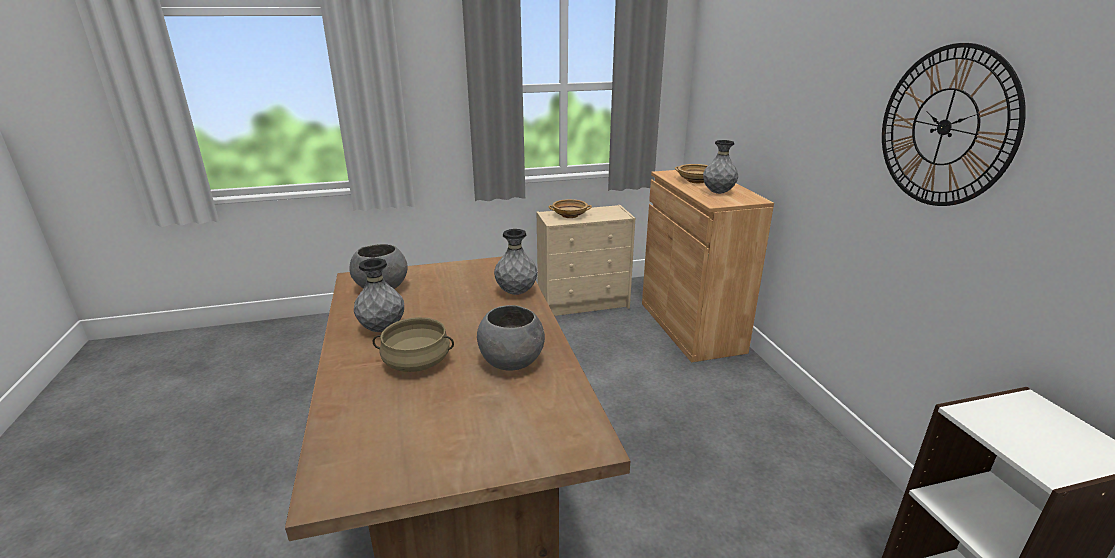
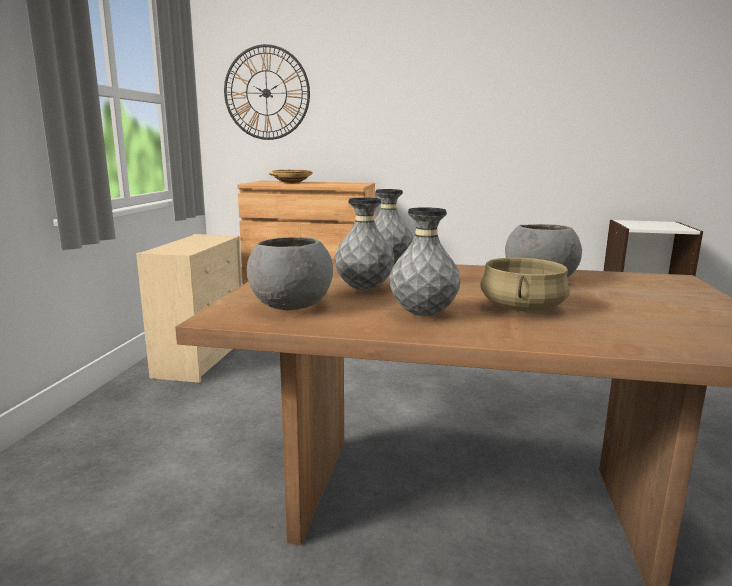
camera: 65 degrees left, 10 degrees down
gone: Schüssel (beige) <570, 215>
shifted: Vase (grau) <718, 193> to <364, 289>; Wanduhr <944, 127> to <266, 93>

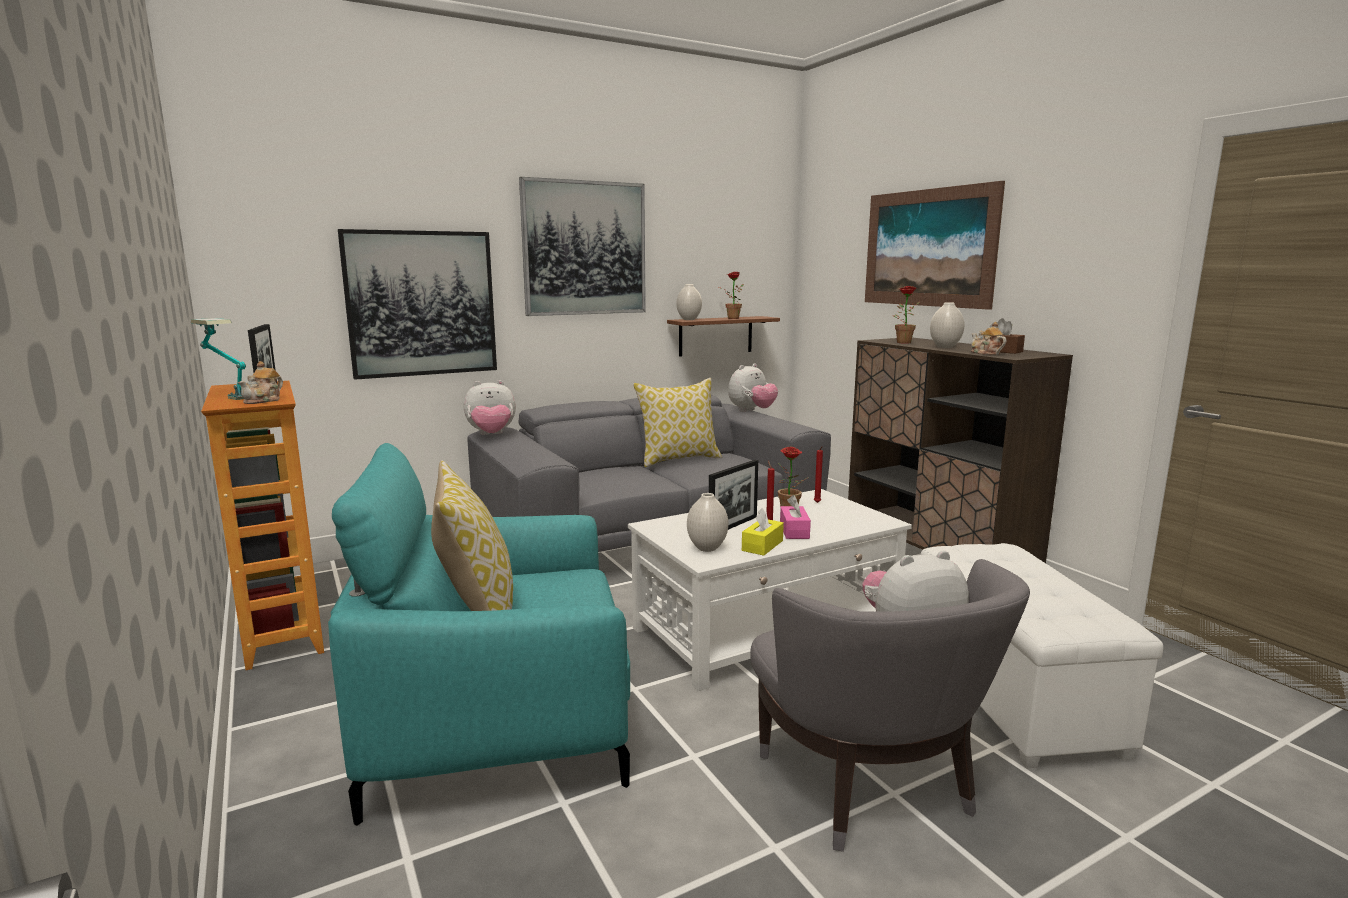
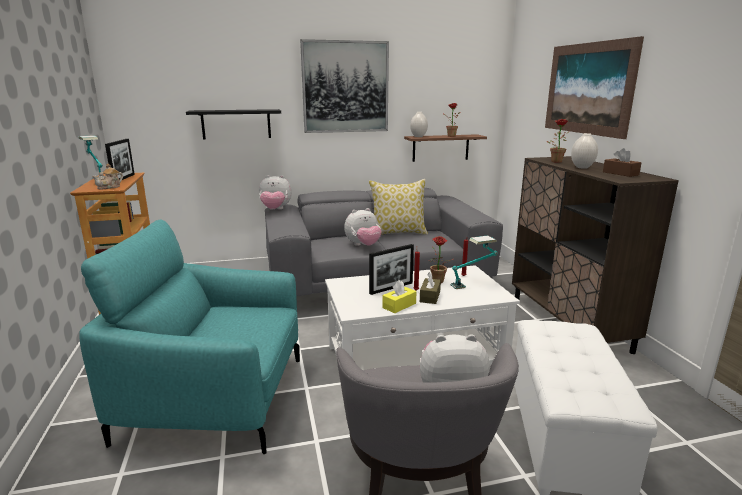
camera: 15 degrees right, 5 degrees up
gone: Kissen <477, 609>; Vase (weiß) <707, 548>; Teekanne <985, 353>
new: Tischlampe <473, 284>
shifted: Plüschtier <751, 411> to <363, 245>
swapped: Bild <421, 304> to Wandregal (schwarz) <236, 124>
repainted: Taschentuchbox (rosa) <794, 531> to Taschentuchbox (braun) <430, 296>

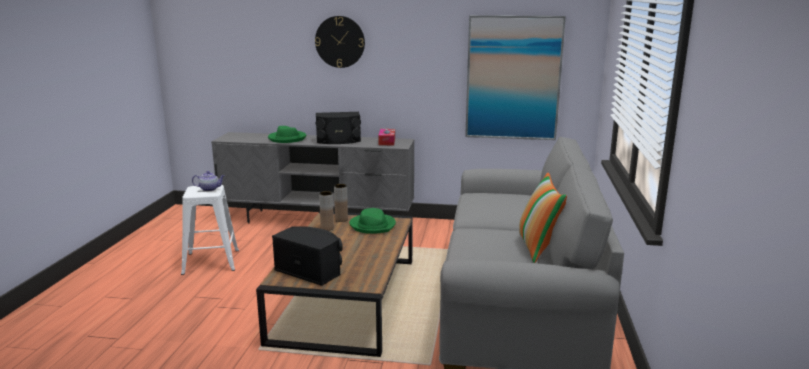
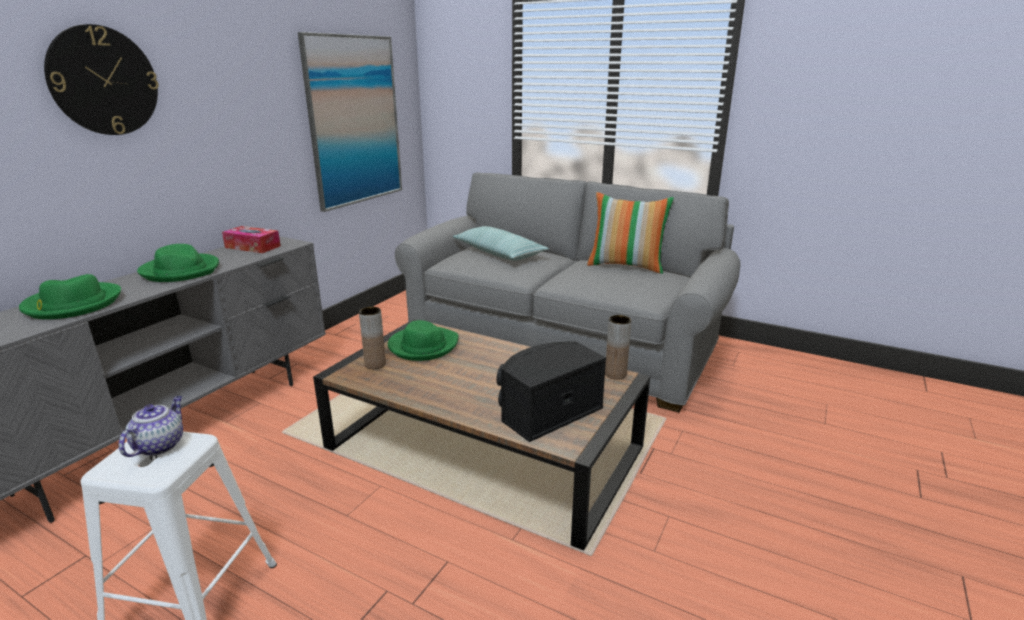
camera: 70 degrees left, 5 degrees up
new: Kissen <499, 253>
shifted: Vase (braun) <327, 228> to <615, 374>
swapped: Lautsprecher (schwarz) <338, 140> to Hut (grün) <181, 271>

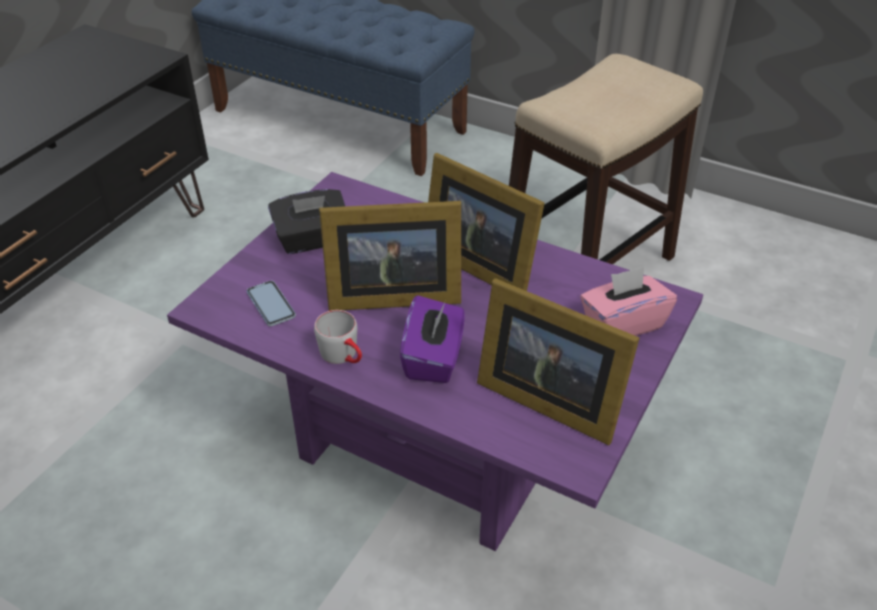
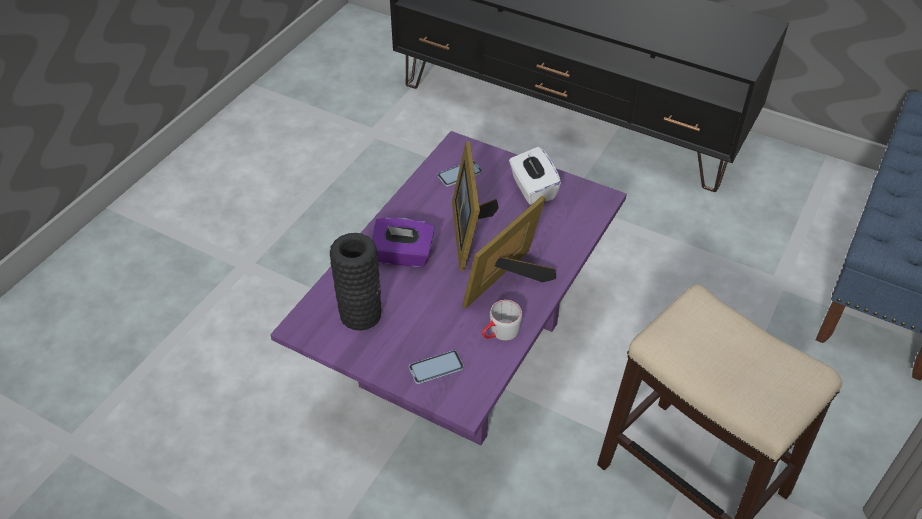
camera: 90 degrees right, 5 degrees up
shifted: Henkelbecher (grau) <344, 356> to <500, 334>
swapped: Bilderrahmen <546, 397> to Vase (schwarz) <361, 314>; Taschentuchbox (rosa) <622, 324> to Handy <436, 368>
repainted: Taschentuchbox (schwarz) <312, 240> to Taschentuchbox (weiß) <532, 189>

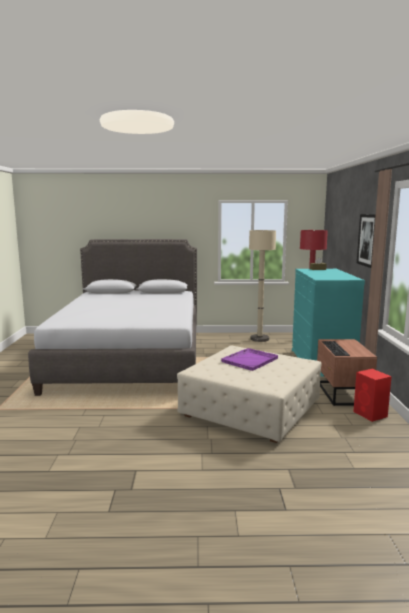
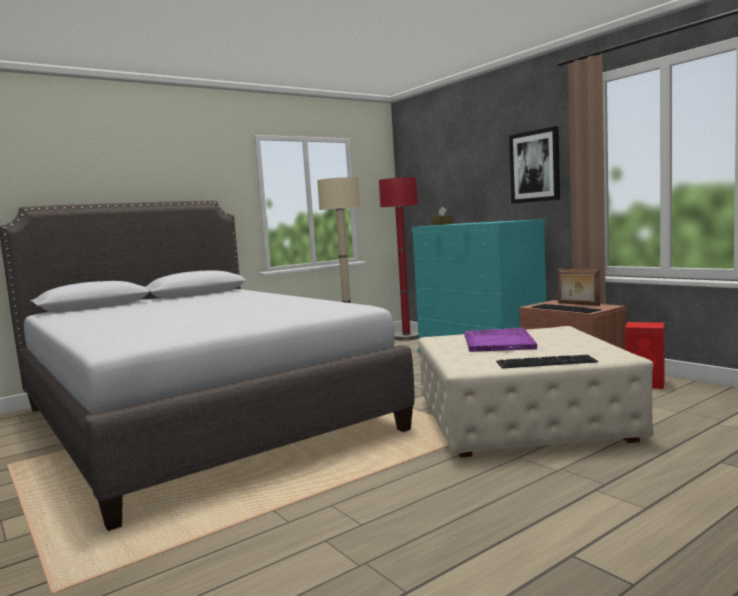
camera: 35 degrees left, 5 degrees down
new: Tastatur <546, 361>; Bilderrahmen <578, 304>

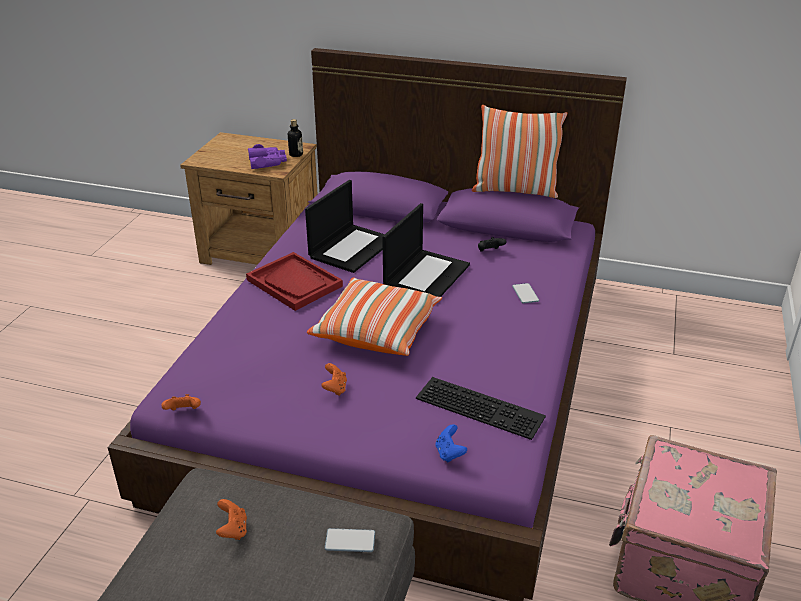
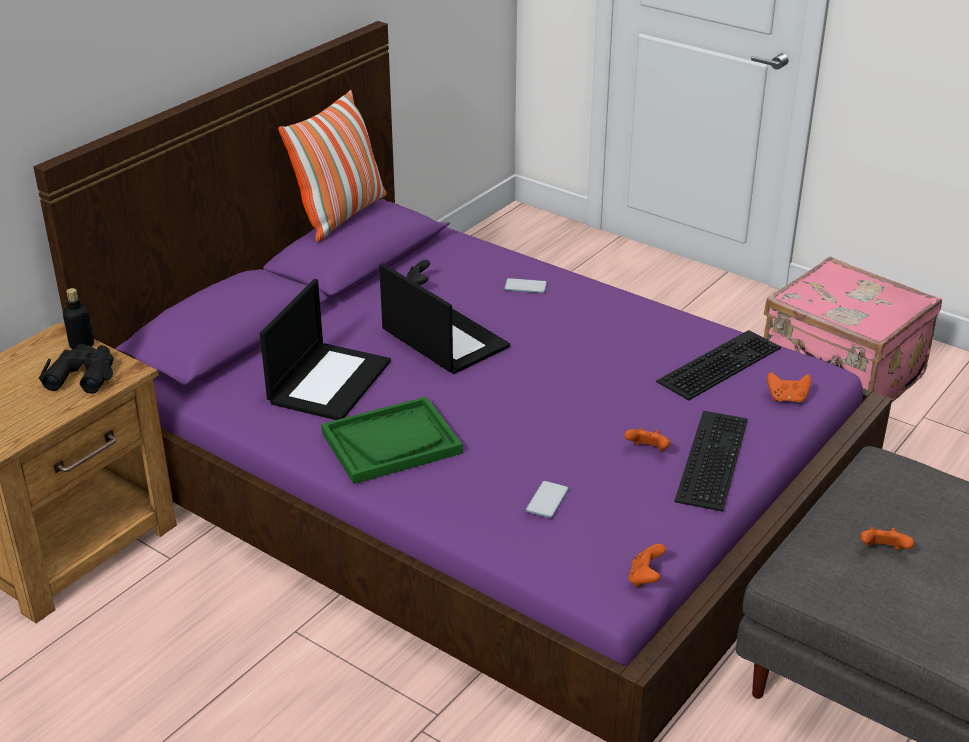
camera: 70 degrees left, 0 degrees up
gone: Kissen <377, 331>
new: Tastatur <709, 458>
shifted: Handy <350, 541> to <547, 500>
repainted: Tablett (rot) <294, 283> to Tablett (grün) <391, 443>; Fernglas (lila) <267, 162> to Fernglas (schwarz) <82, 375>; Gamepad (blau) <449, 453> to Gamepad (orange) <787, 398>
rotated: Laptop <352, 248> = <329, 381> 60 degrees clockwise

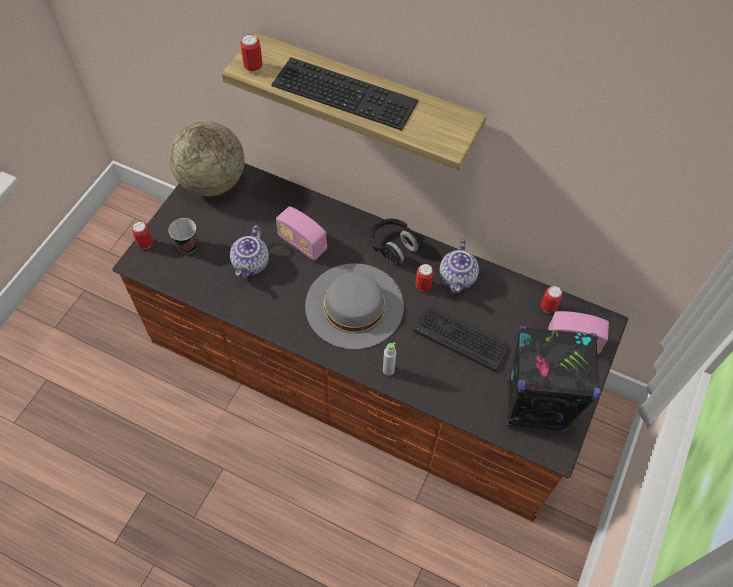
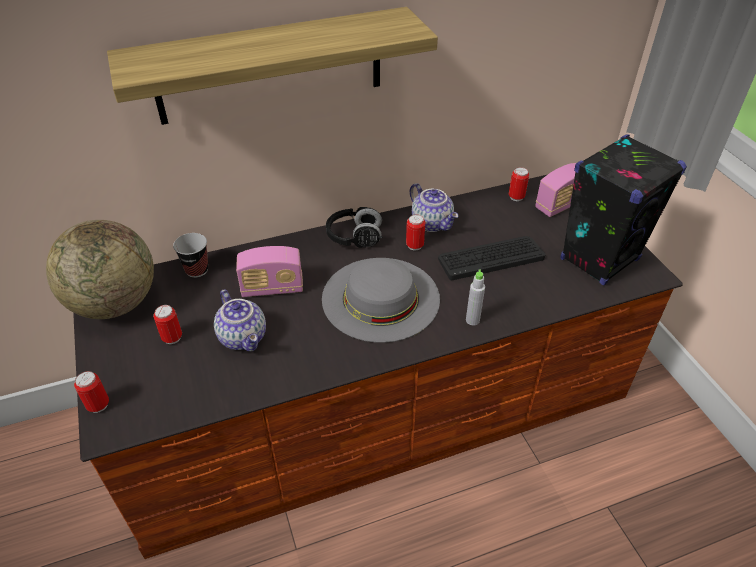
camera: 45 degrees left, 15 degrees down
gone: Tastatur <347, 92>
shifted: Tasse <187, 246> to <197, 270>; Dose <253, 67> to <172, 338>

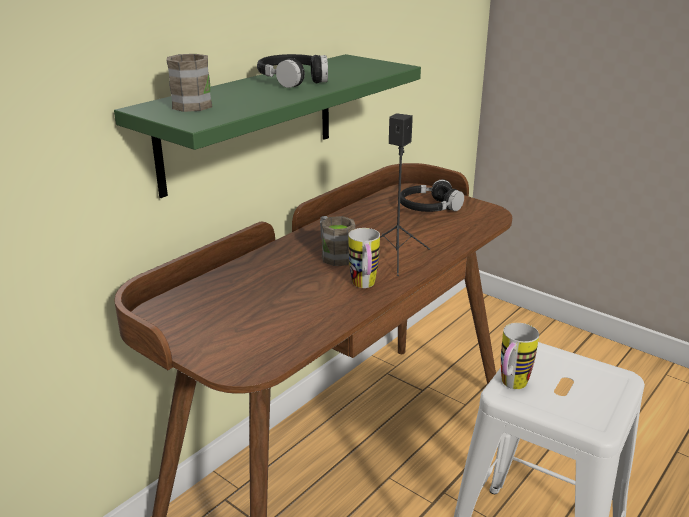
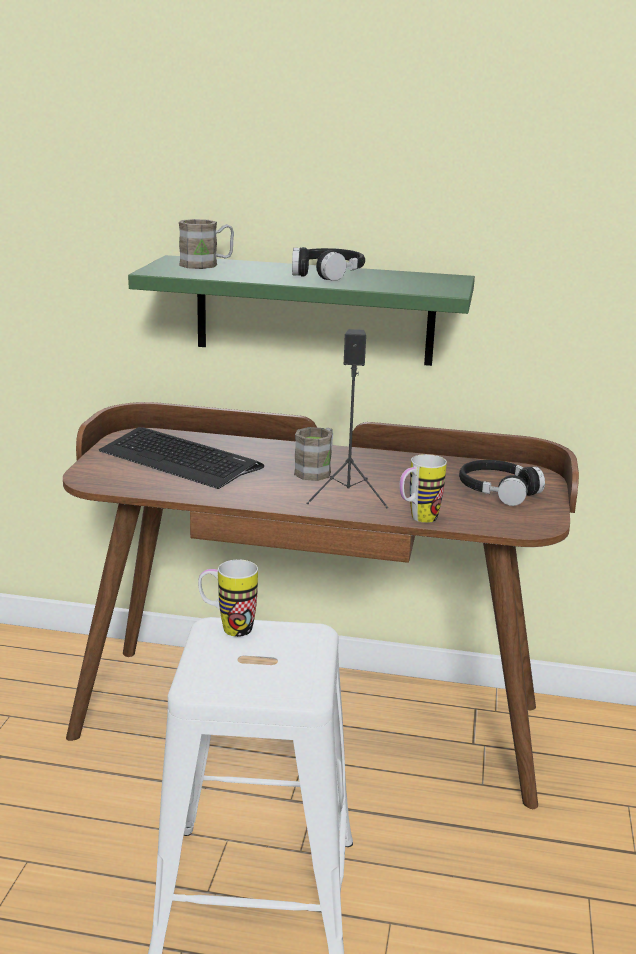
camera: 60 degrees right, 5 degrees down
new: Tastatur <180, 460>
shifted: Henkelbecher <364, 286> to <417, 519>

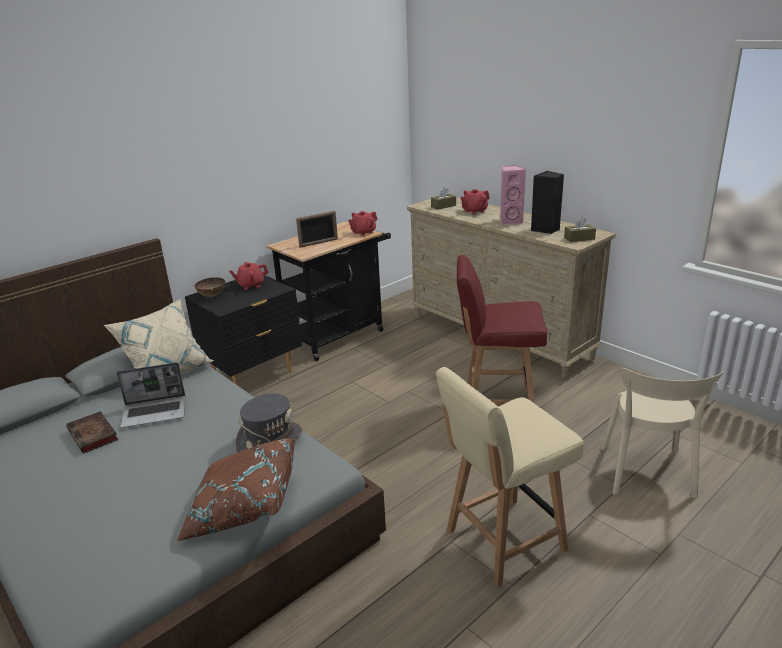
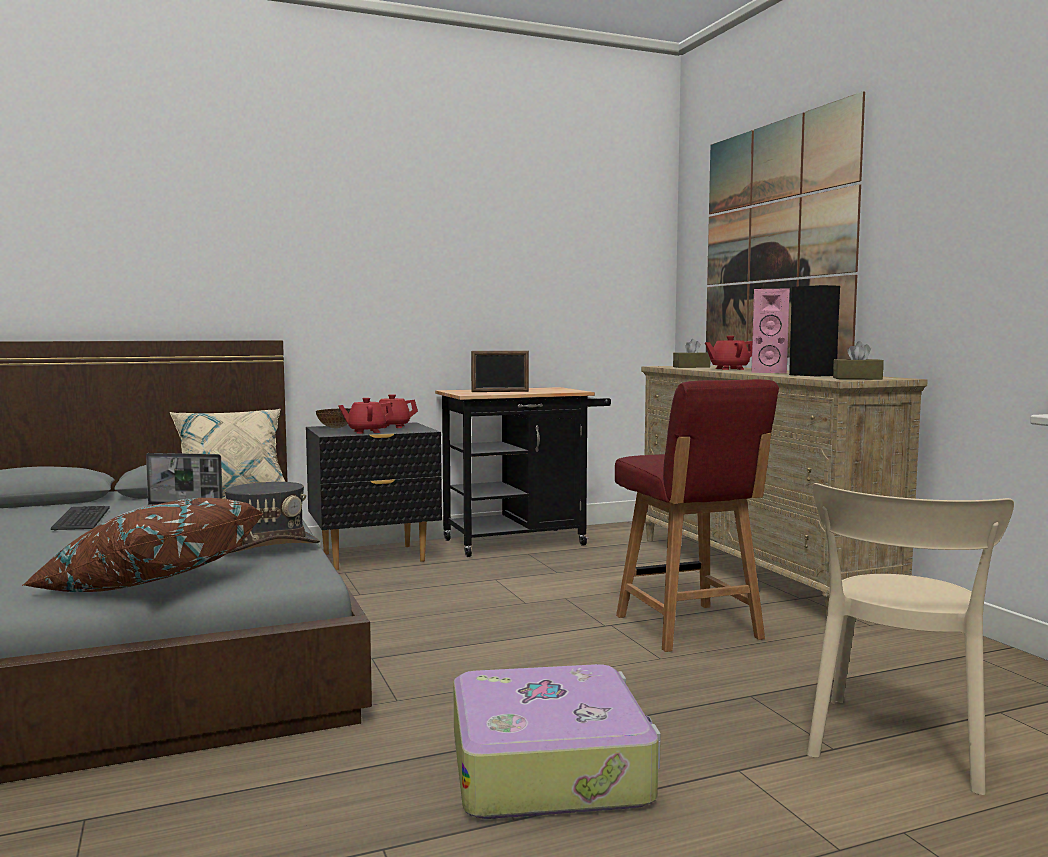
camera: 20 degrees right, 20 degrees down
new: Bild <776, 240>
shifted: Teekanne (rot) <363, 233> to <366, 431>
swapped: Buch <94, 435> to Tastatur <83, 519>; Stuhl (beige) <503, 541> to Koffer <551, 766>
rotated: Stuhl (rot) <496, 403> = <689, 628> 135 degrees counterclockwise

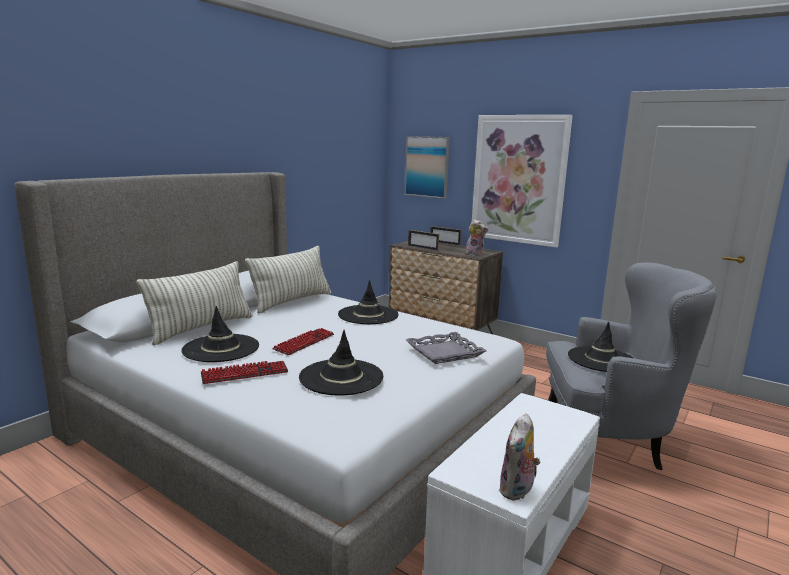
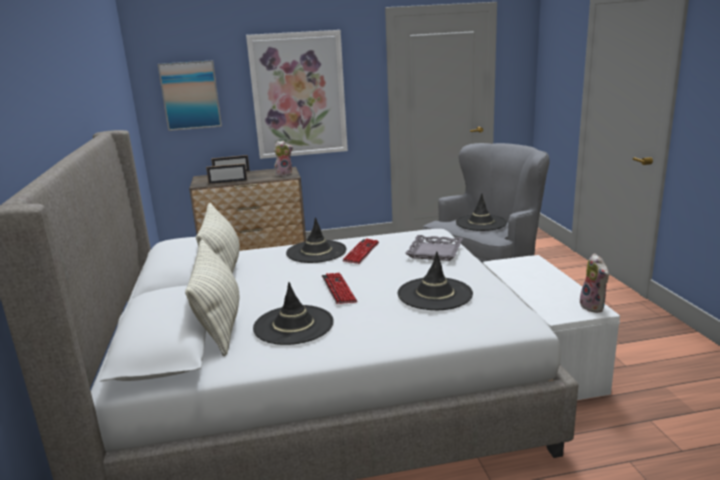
camera: 45 degrees left, 5 degrees up
shifted: Tastatur <245, 373> to <361, 252>

